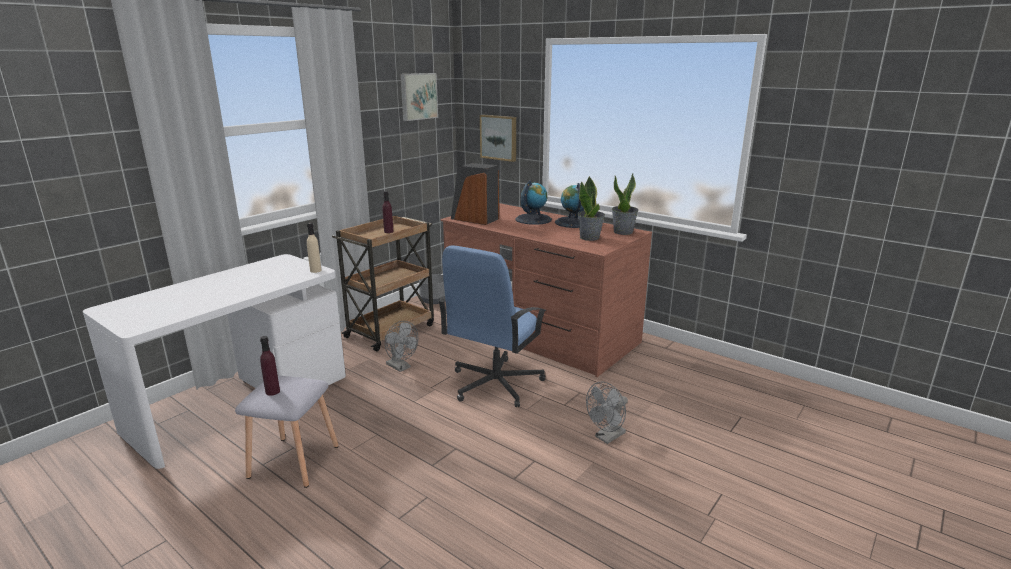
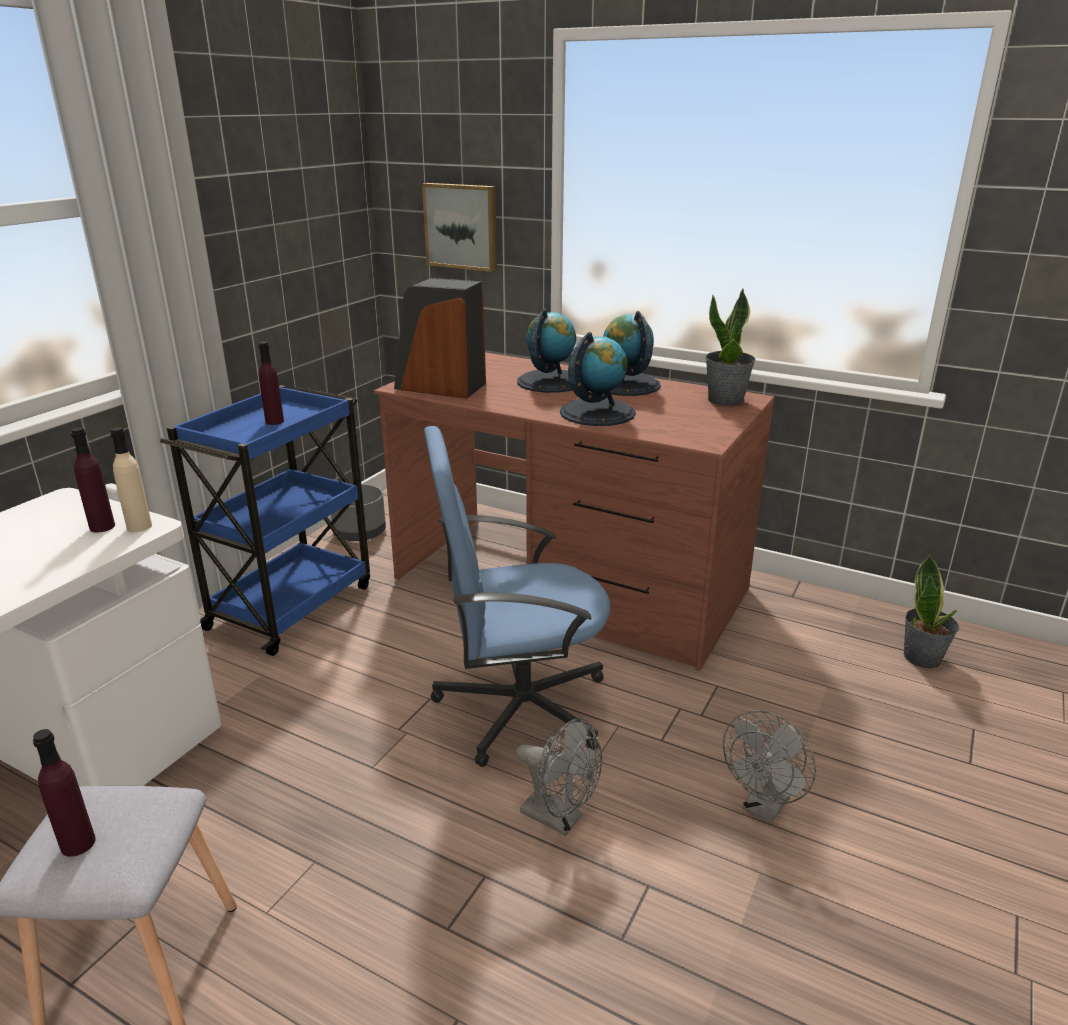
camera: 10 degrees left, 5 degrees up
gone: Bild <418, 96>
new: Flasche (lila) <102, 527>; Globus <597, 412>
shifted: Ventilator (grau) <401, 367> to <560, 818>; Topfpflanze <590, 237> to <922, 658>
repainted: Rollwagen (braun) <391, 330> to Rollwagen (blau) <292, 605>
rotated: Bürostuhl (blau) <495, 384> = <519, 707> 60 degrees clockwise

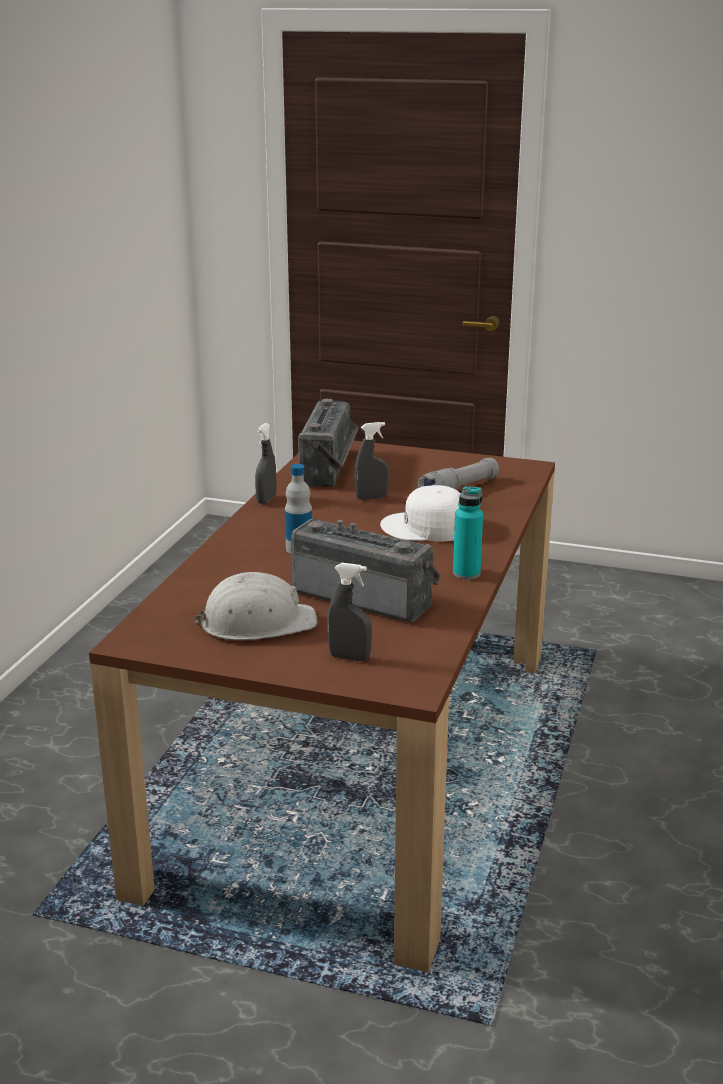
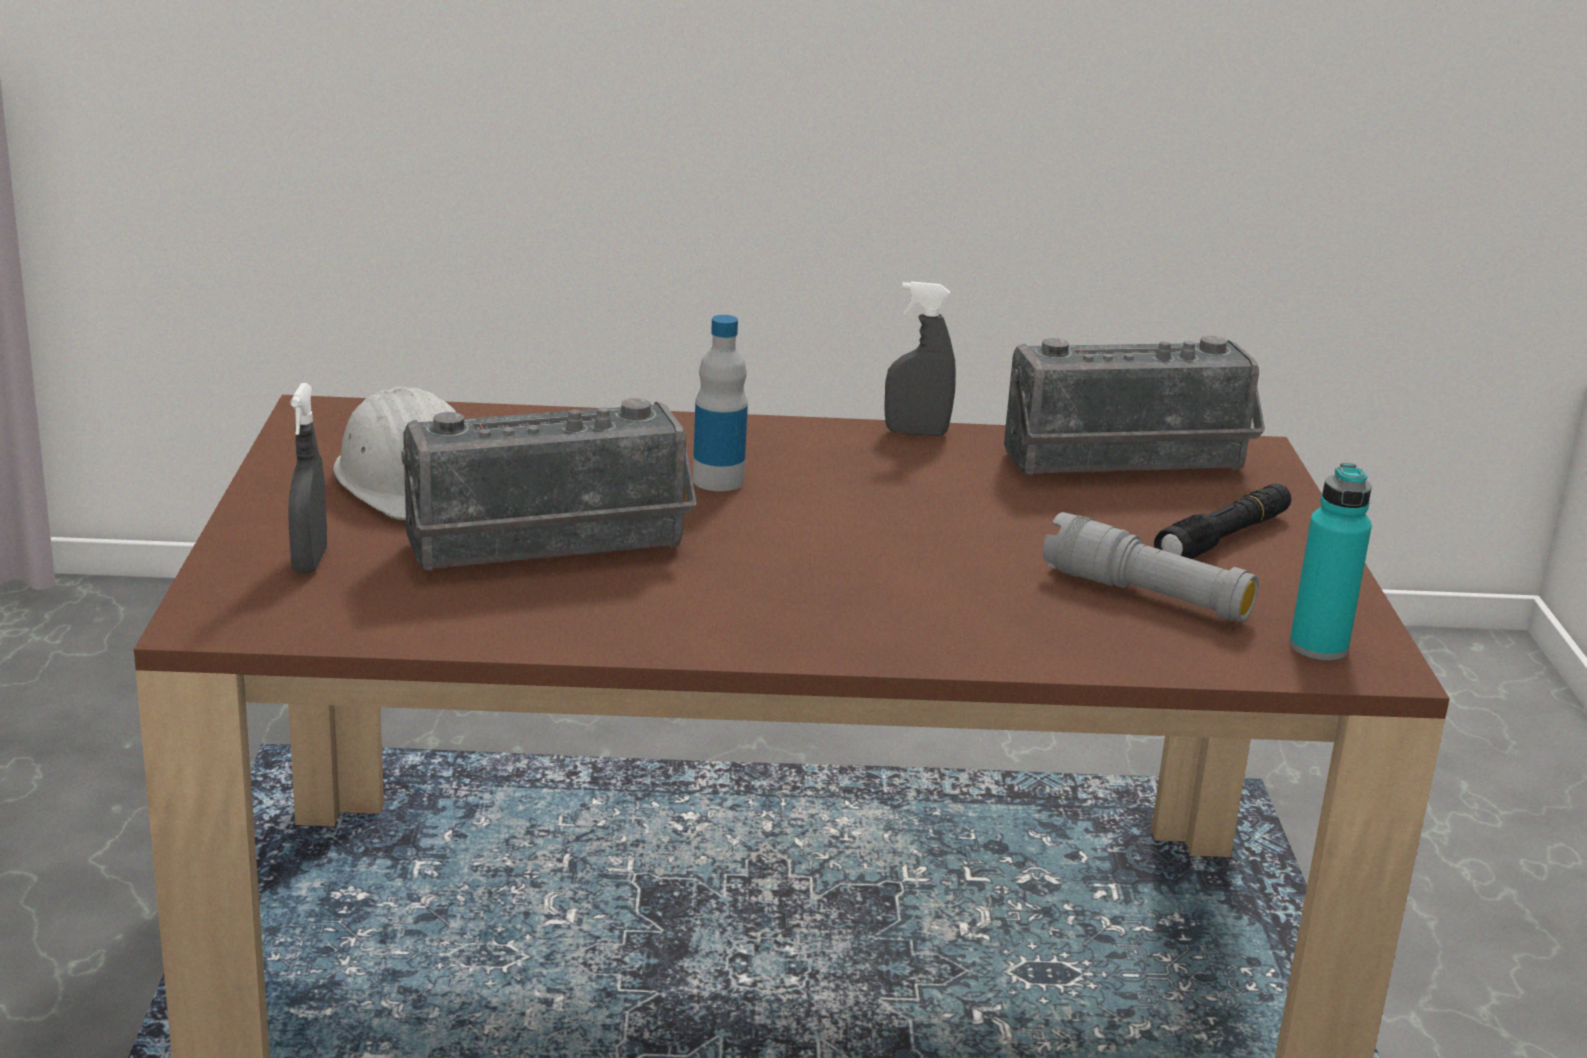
camera: 70 degrees right, 0 degrees up
gone: Sprühflasche (grau) <371, 498>; Kappe (weiß) <427, 527>
new: Taschenlampe (schwarz) <1223, 539>
shifted: Flasche (türkis) <466, 573> to <1318, 647>
rotated: Radio <365, 597> = <548, 552> 60 degrees clockwise

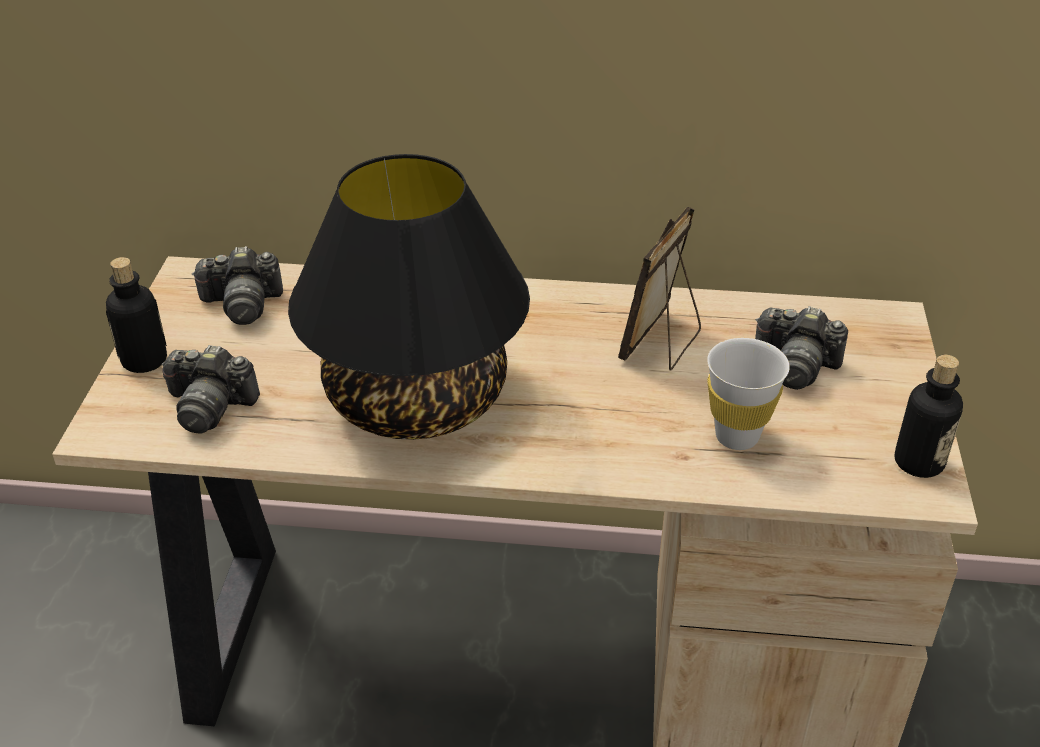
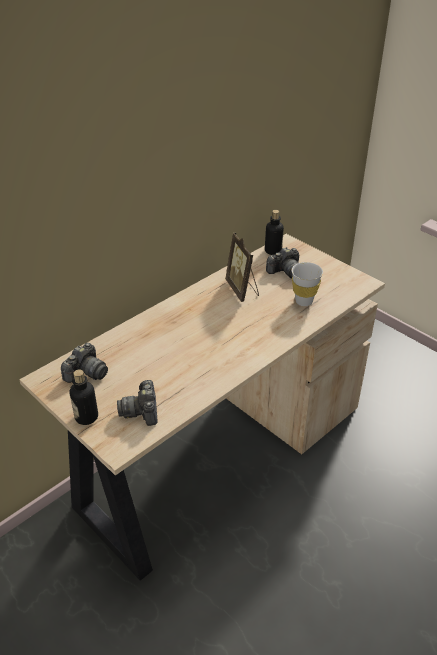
camera: 50 degrees left, 0 degrees up
gone: Tischlampe (schwarz) <418, 398>
shifted: Flasche <918, 462> to <273, 251>
rotated: Kamera <210, 407> = <141, 411> 120 degrees clockwise

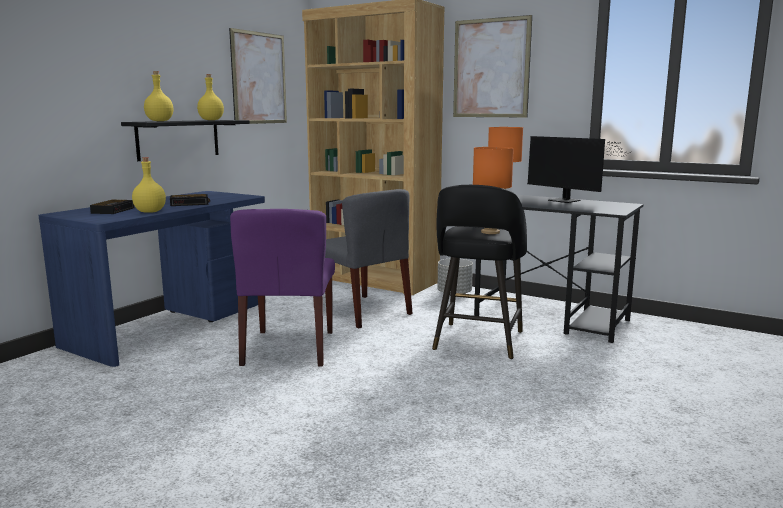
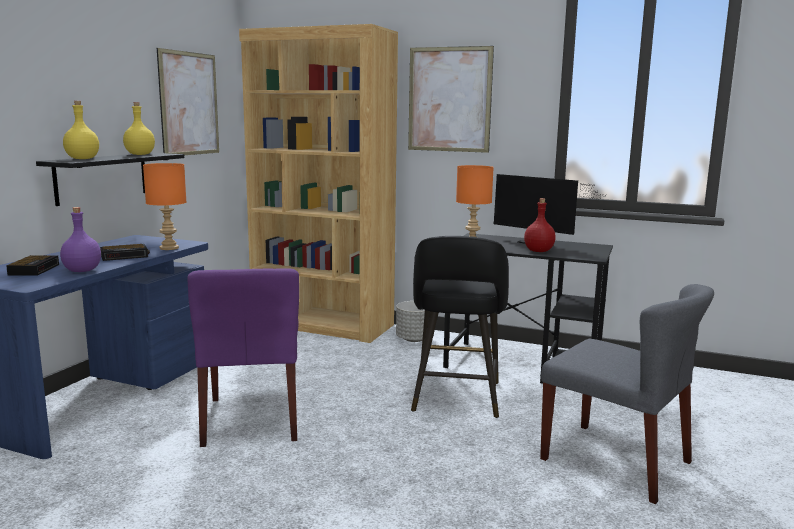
camera: 10 degrees left, 0 degrees up
new: Flasche (rot) <539, 251>
shifted: Stuhl (grau) <362, 311> to <616, 461>; Tischlampe (orange) <490, 232> to <168, 248>
repainted: Flasche (gelb) <149, 212> to Flasche (lila) <82, 271>

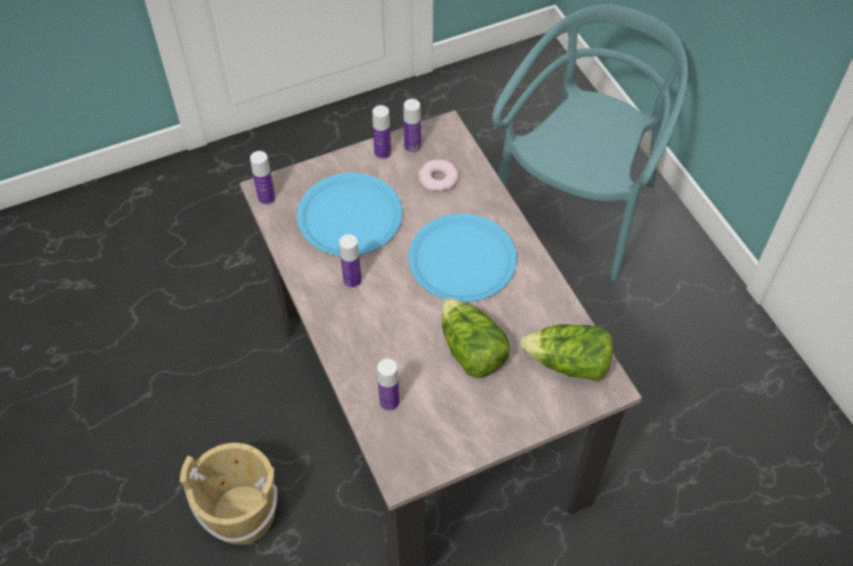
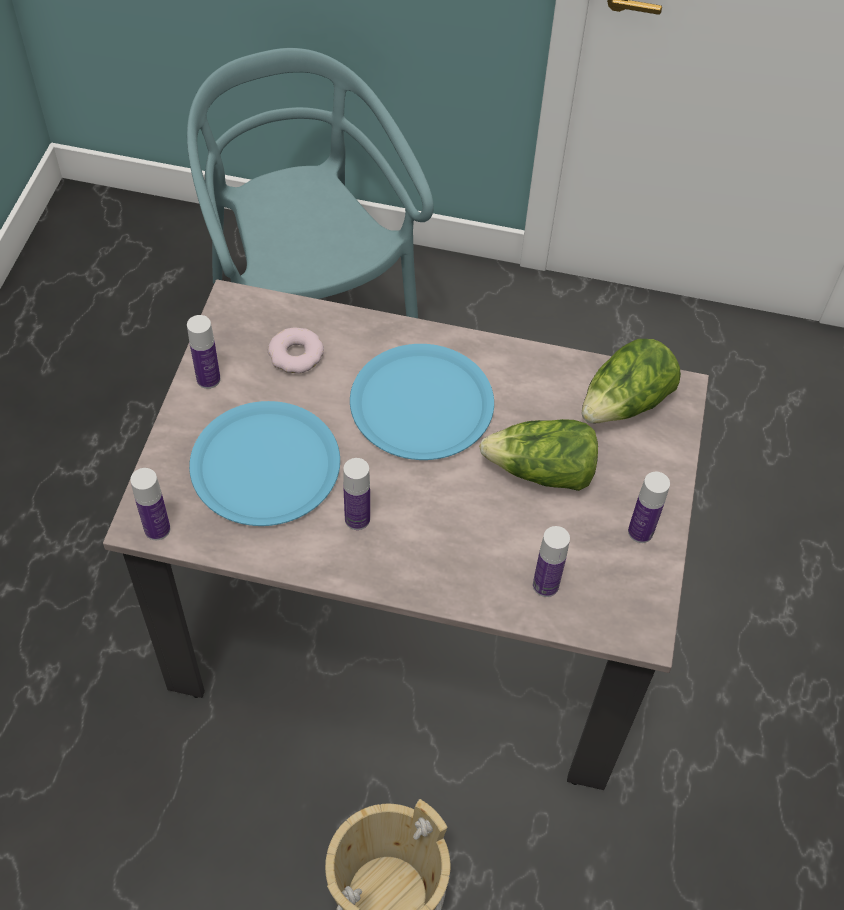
camera: 55 degrees left, 0 degrees up
shifted: Flasche <412, 147> to <640, 532>

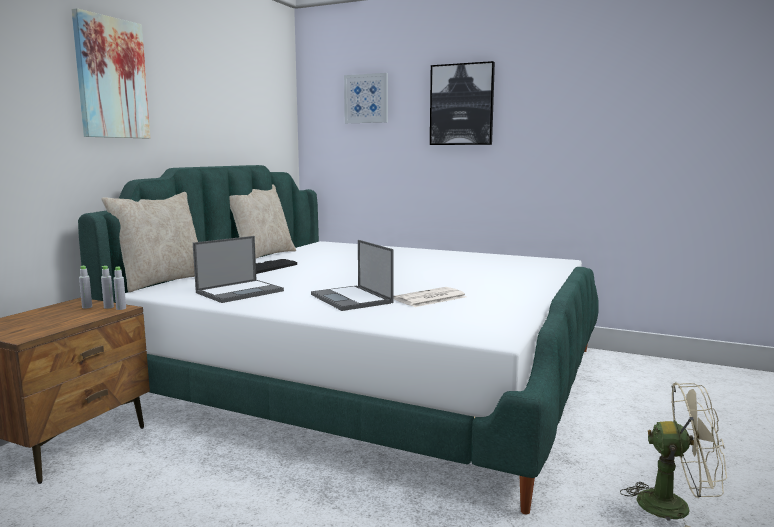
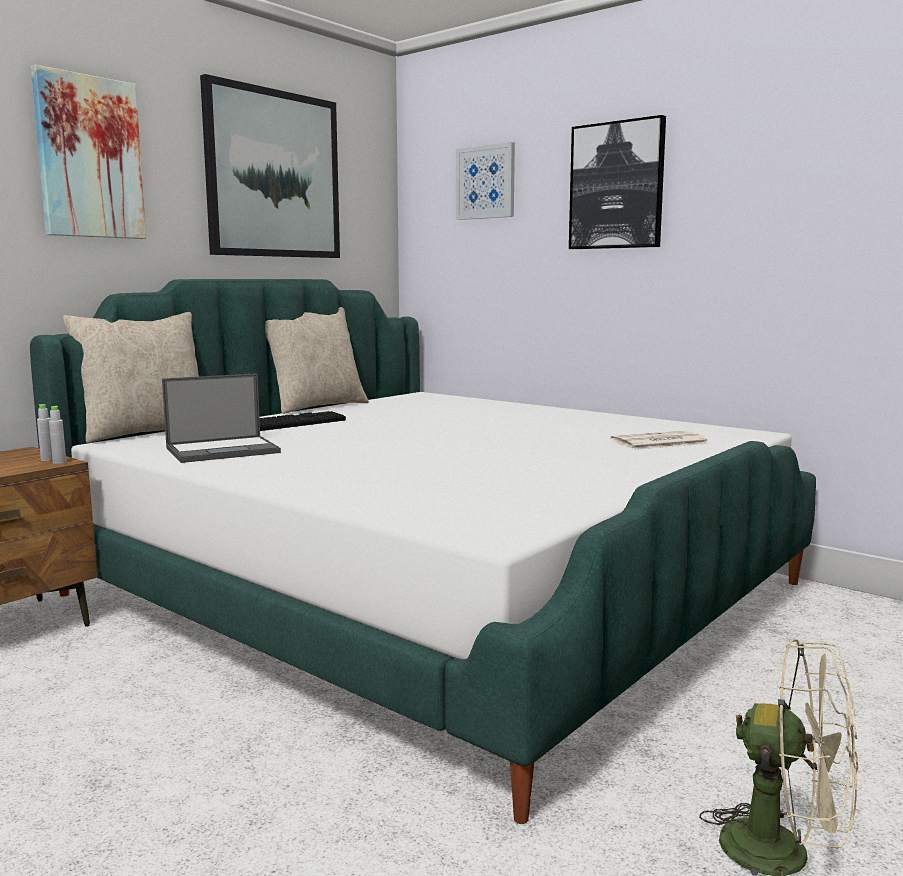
camera: 15 degrees right, 0 degrees up
gone: Flasche (grau) <87, 307>; Laptop <352, 299>
new: Bild <273, 175>
shifted: Zeitung <429, 298> to <658, 442>

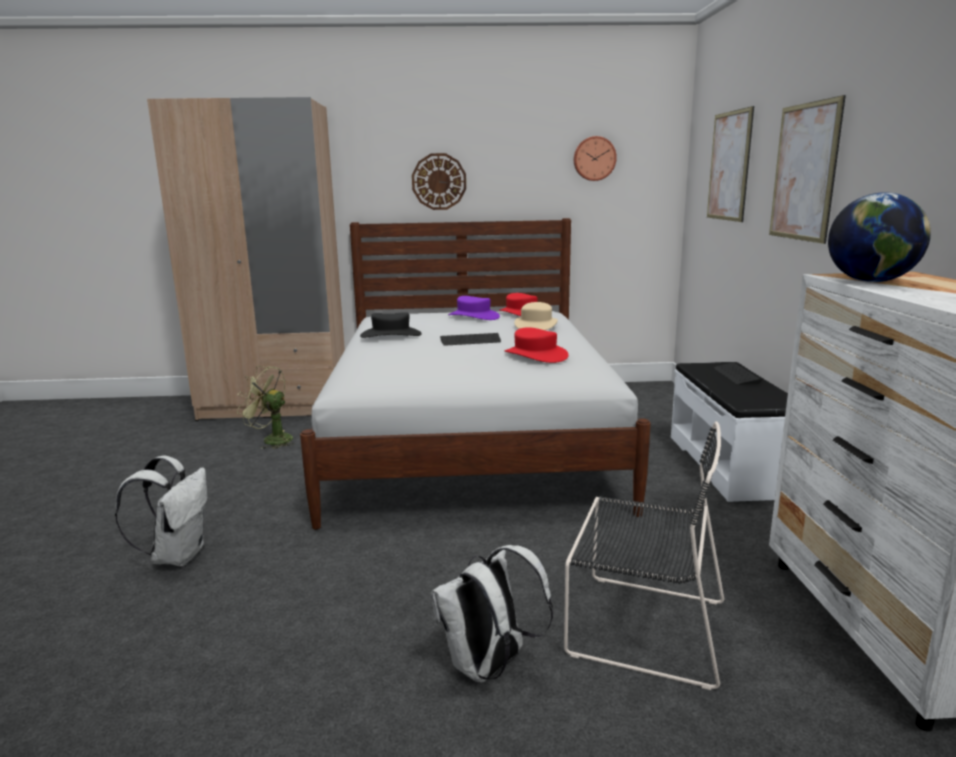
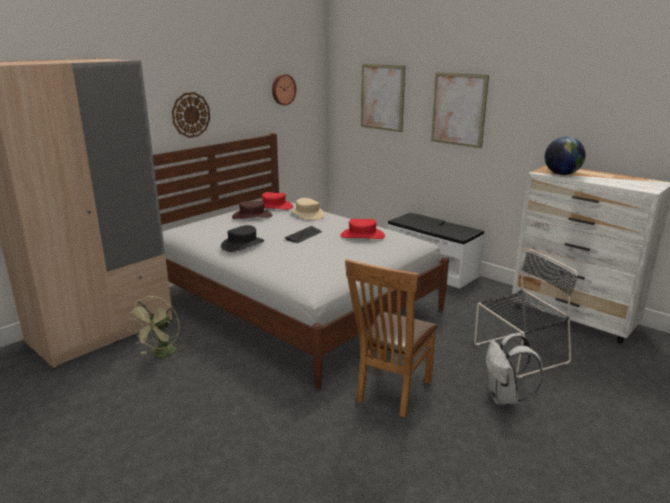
camera: 45 degrees left, 5 degrees up
gone: Rucksack (weiß) <178, 555>
new: Stuhl (braun) <390, 393>
repainted: Hut (lila) <473, 316> to Hut (braun) <252, 216>
rotated: Ventilator (grün) <271, 440> = <161, 355> 45 degrees counterclockwise

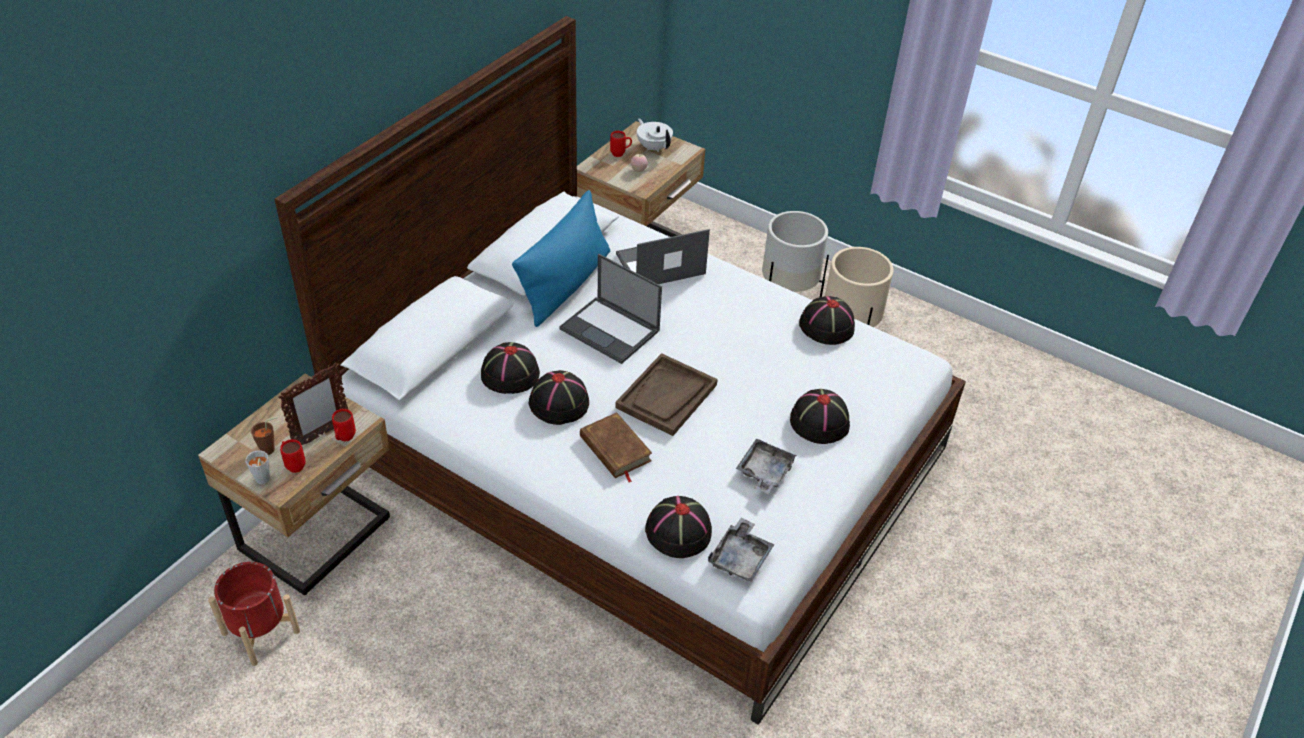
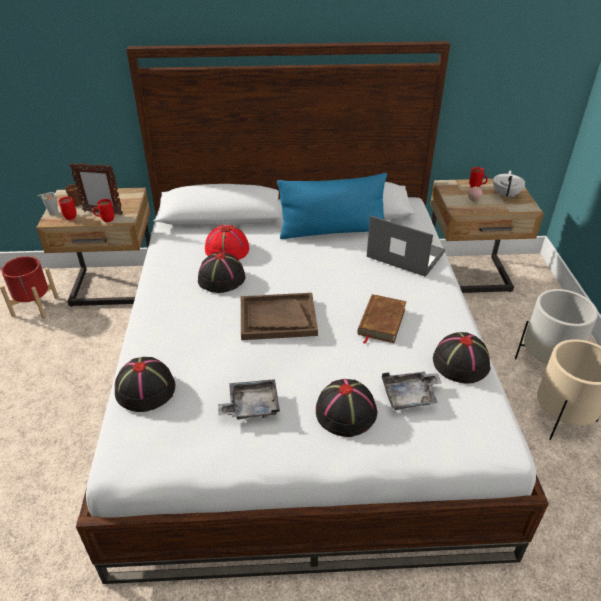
camera: 55 degrees right, 5 degrees down
gone: Laptop <611, 330>
shifted: Buch (braun) <615, 449> to <381, 321>; Tablett (grau) <740, 558> to <410, 396>
repainted: Hut (schwarz) <509, 374> to Hut (rot) <226, 249>

